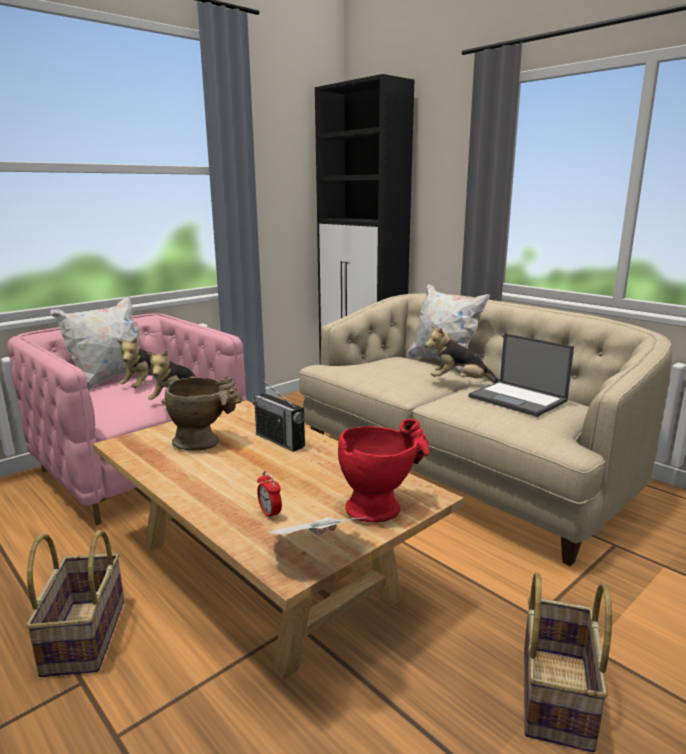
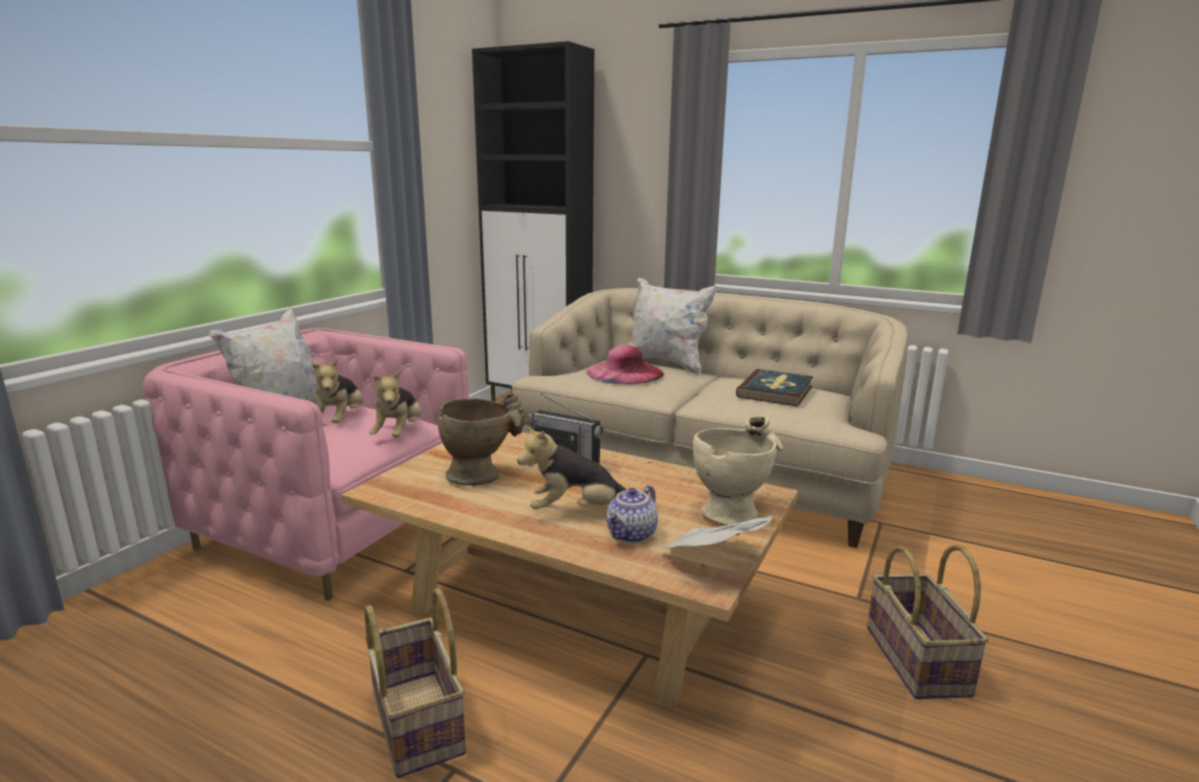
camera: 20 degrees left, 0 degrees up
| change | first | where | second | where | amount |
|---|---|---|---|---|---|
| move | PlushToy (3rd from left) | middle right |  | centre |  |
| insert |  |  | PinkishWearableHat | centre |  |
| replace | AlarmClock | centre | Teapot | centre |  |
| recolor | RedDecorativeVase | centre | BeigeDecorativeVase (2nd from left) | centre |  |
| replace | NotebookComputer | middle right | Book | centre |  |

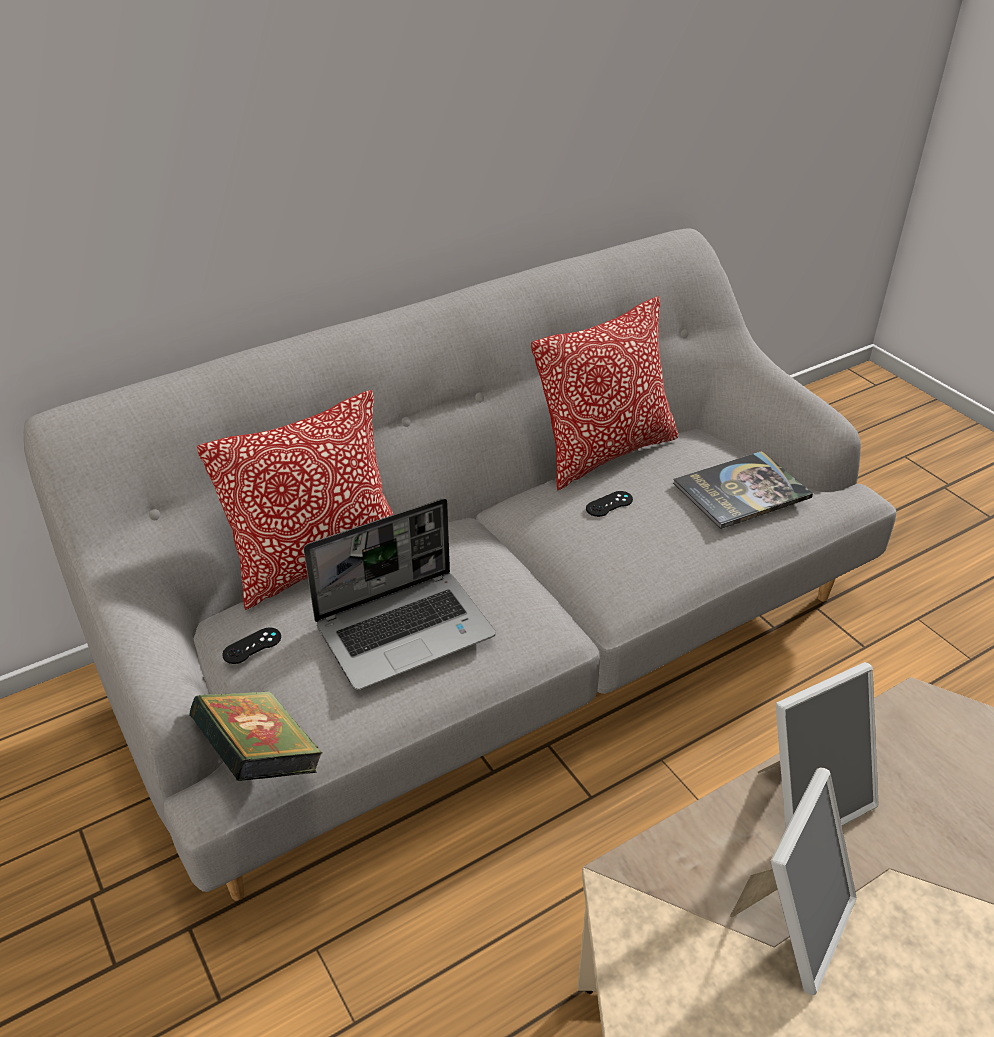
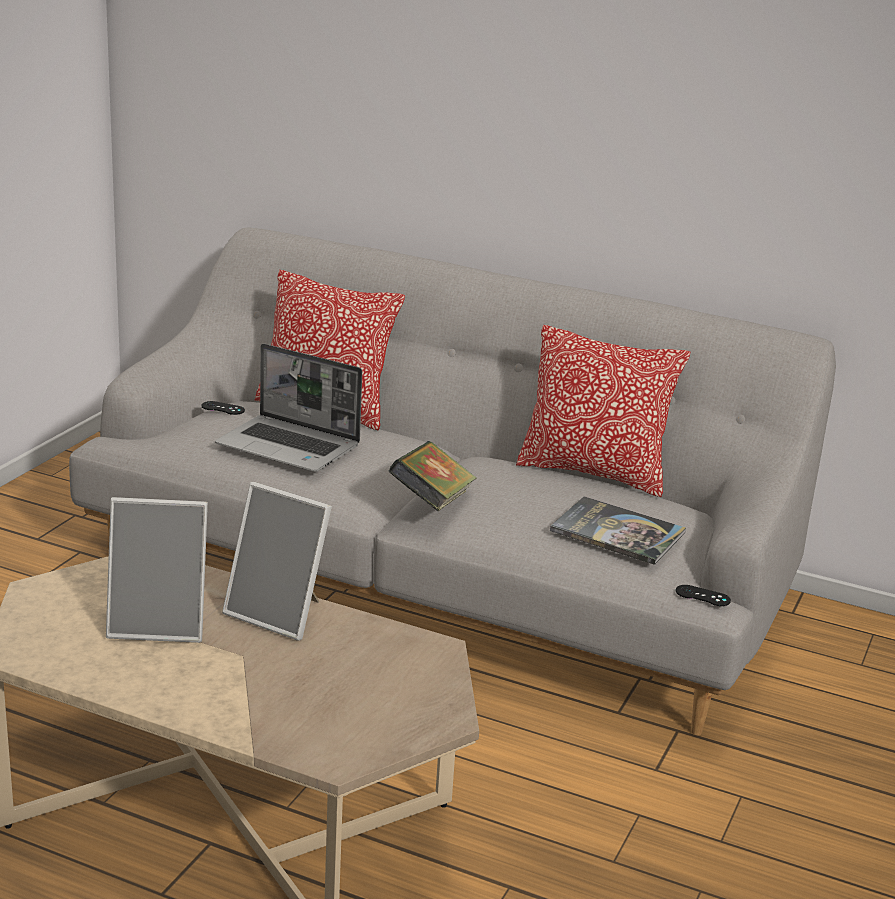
camera: 55 degrees right, 15 degrees down
| change | first | where | second | where | amount |
|---|---|---|---|---|---|
| move | Book (1st from left) | bottom left |  | centre |  |
| move | BlackColouredJoypad (2nd from left) | centre |  | middle right |  |

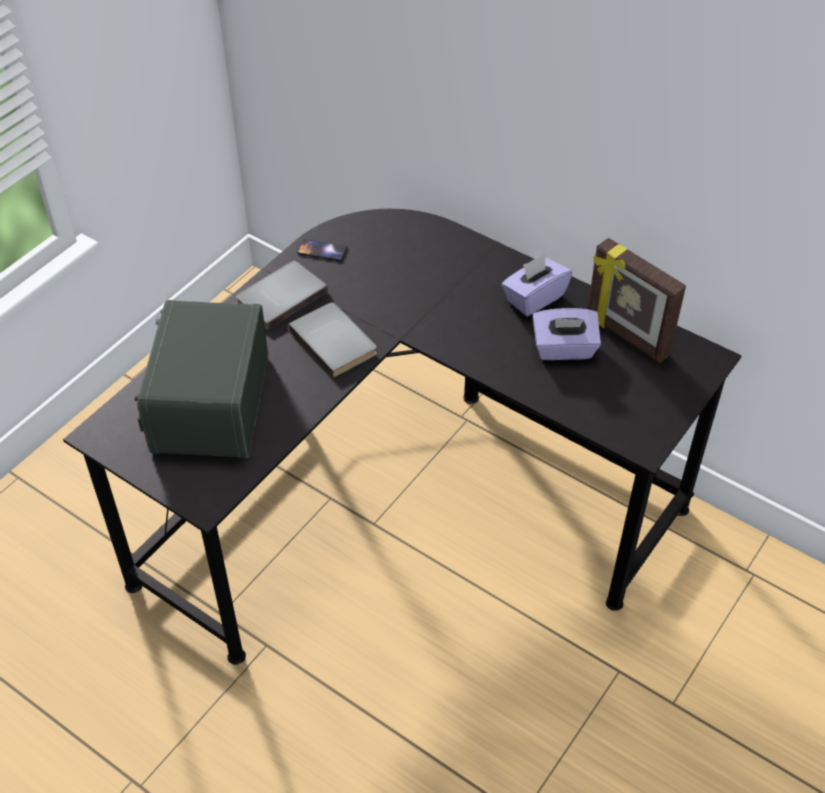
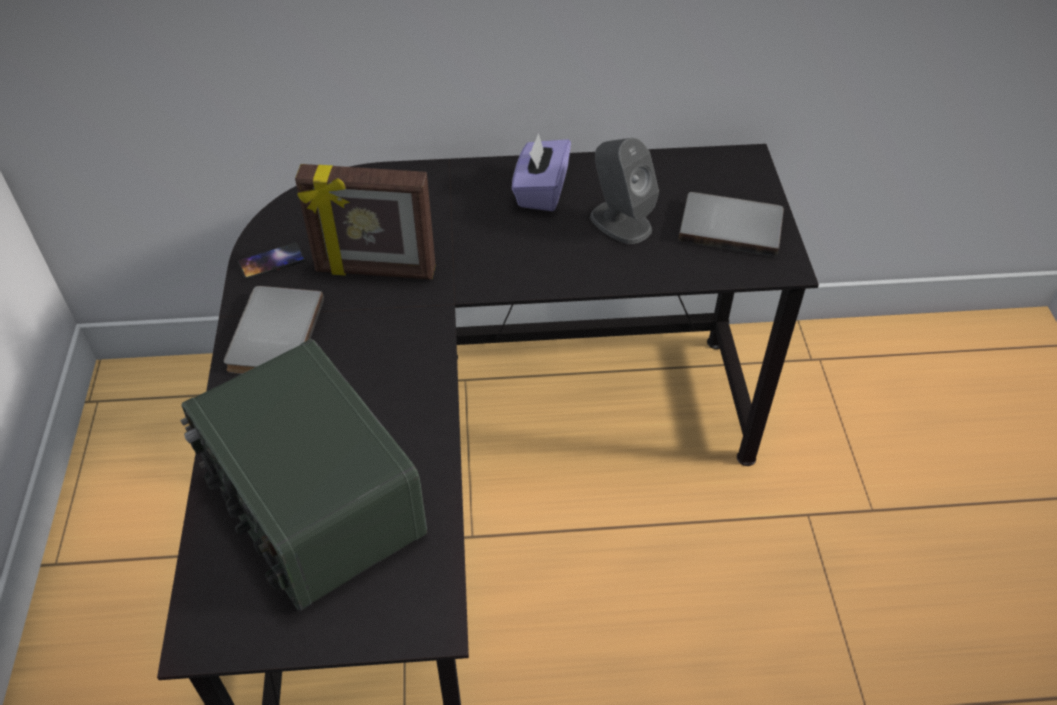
camera: 40 degrees left, 0 degrees up
| change | first | where | second | where | amount |
|---|---|---|---|---|---|
| move | PhotoFrame | middle right |  | top centre |  |
| replace | PurplishBoxOfTissues (2nd from left) | middle right | GreyishLoudspeaker | top centre |  |
| move | GreyishBook (2nd from left) | centre |  | top right |  |

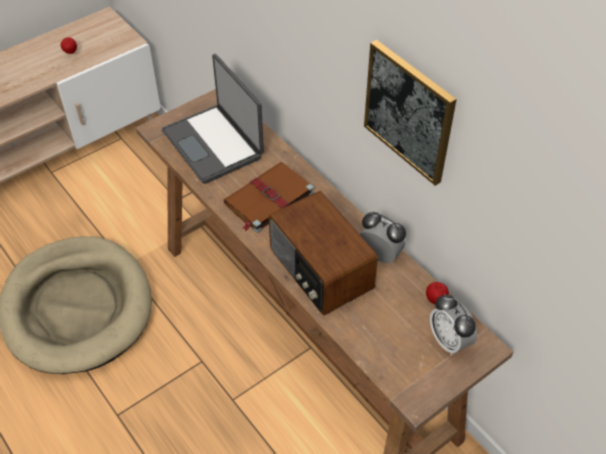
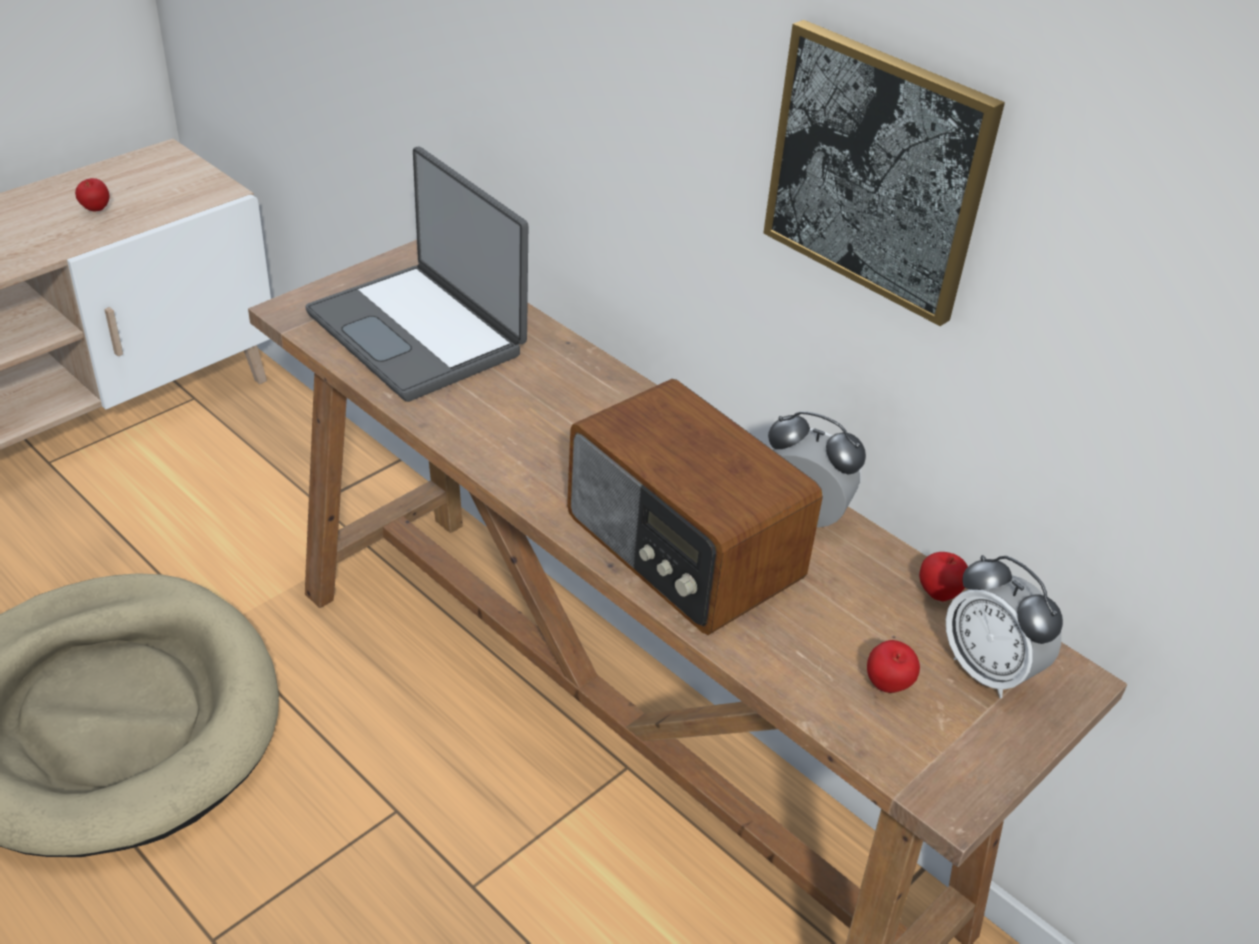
camera: 10 degrees left, 10 degrees down
| change | first | where | second | where | amount |
|---|---|---|---|---|---|
| insert |  |  | WholeApple (2nd from left) | bottom right |  |
| delete | BrownColouredBook | centre |  |  |  |

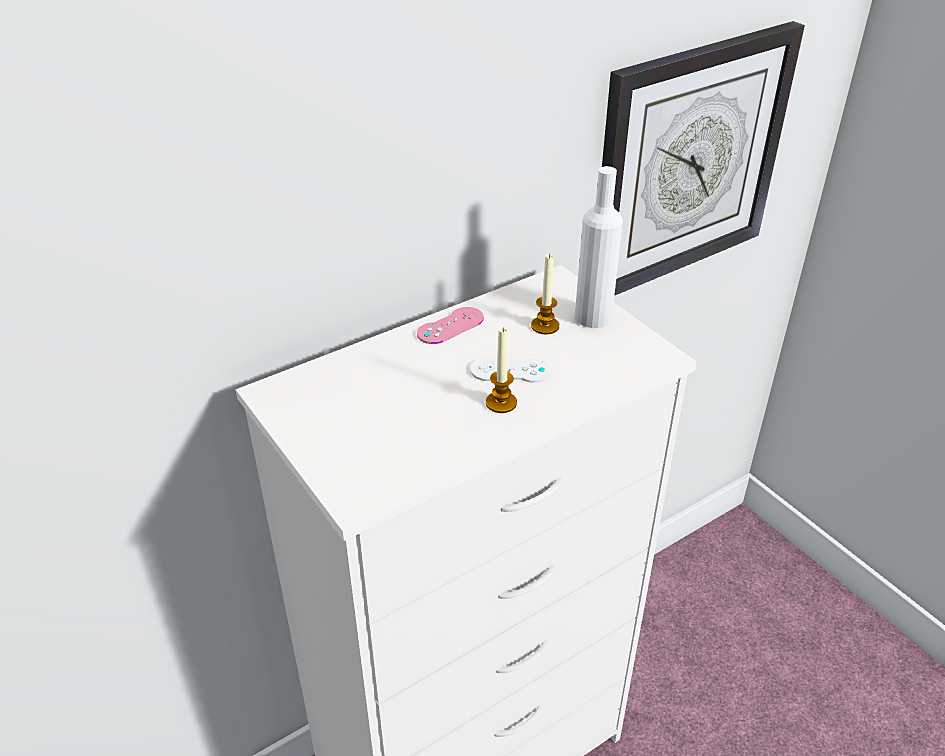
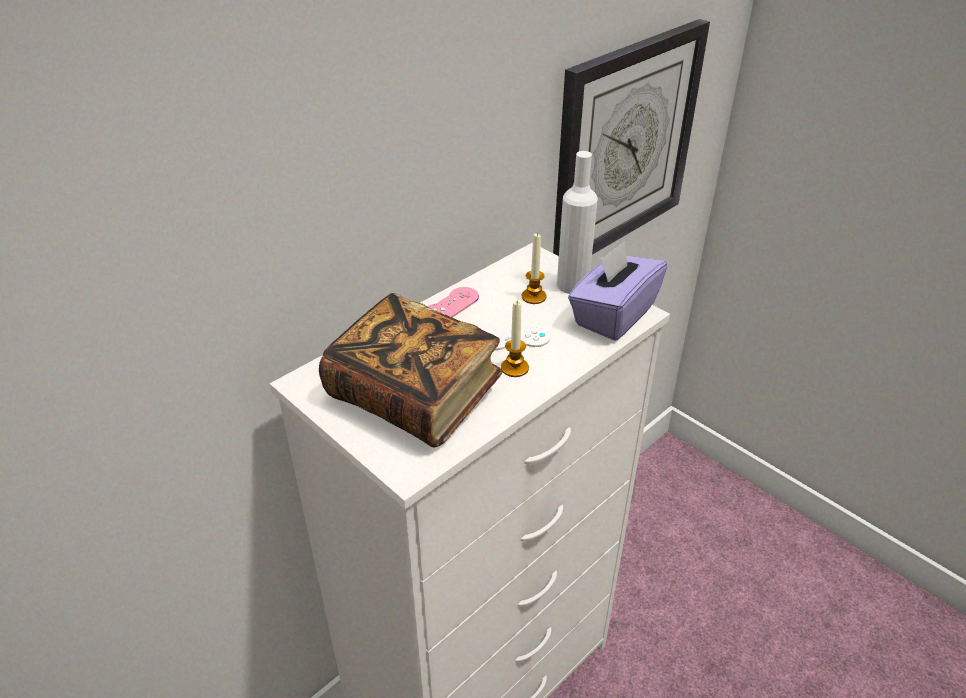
camera: 10 degrees left, 0 degrees up
| change | first | where | second | where | amount |
|---|---|---|---|---|---|
| insert |  |  | Book | centre |  |
| insert |  |  | PurplishBoxOfTissues | centre |  |

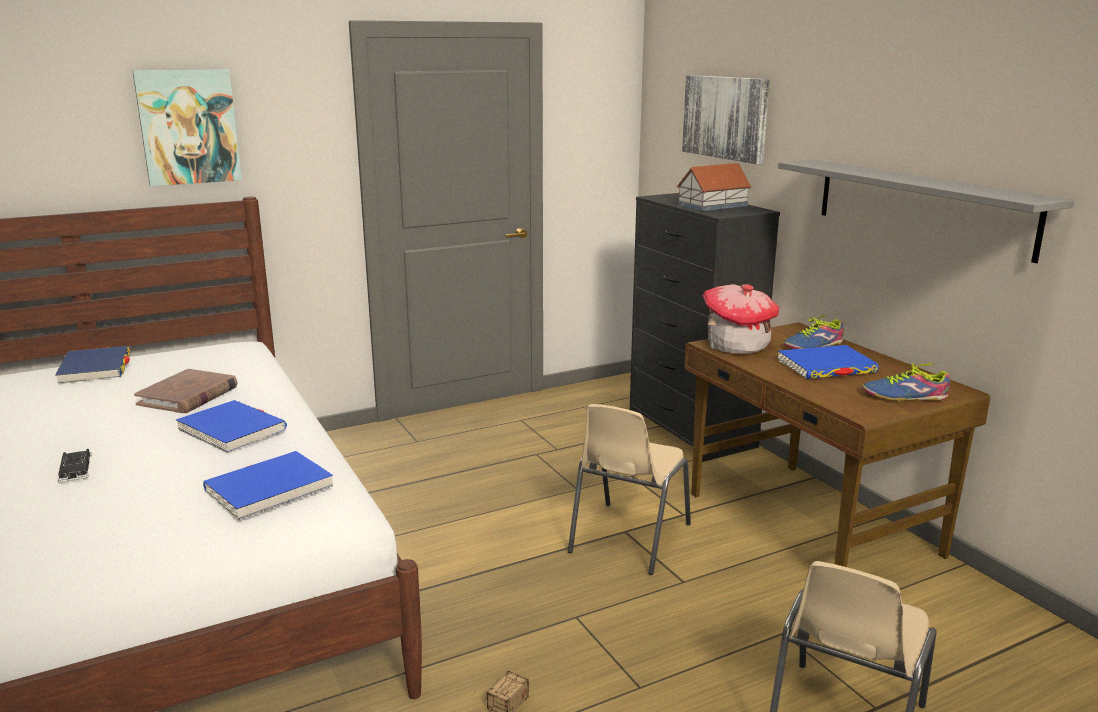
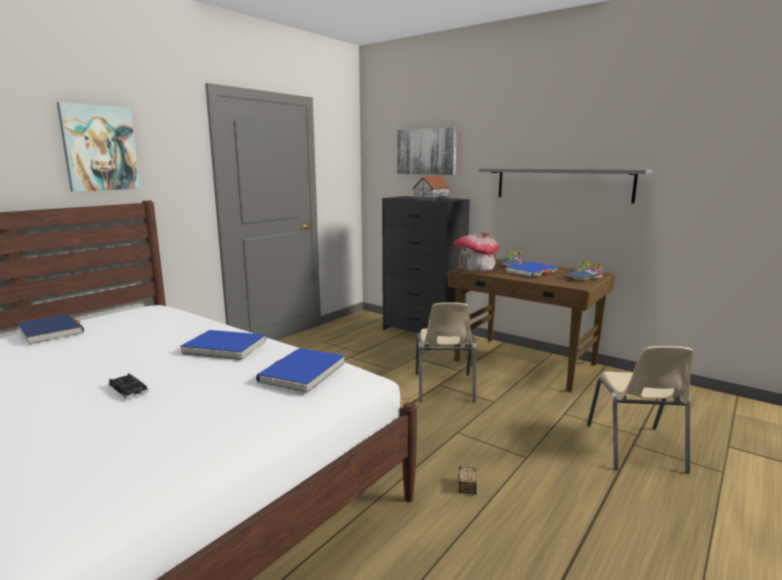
camera: 25 degrees left, 5 degrees down
| change | first | where | second | where | amount |
|---|---|---|---|---|---|
| delete | BrownColouredBook | middle left |  |  |  |

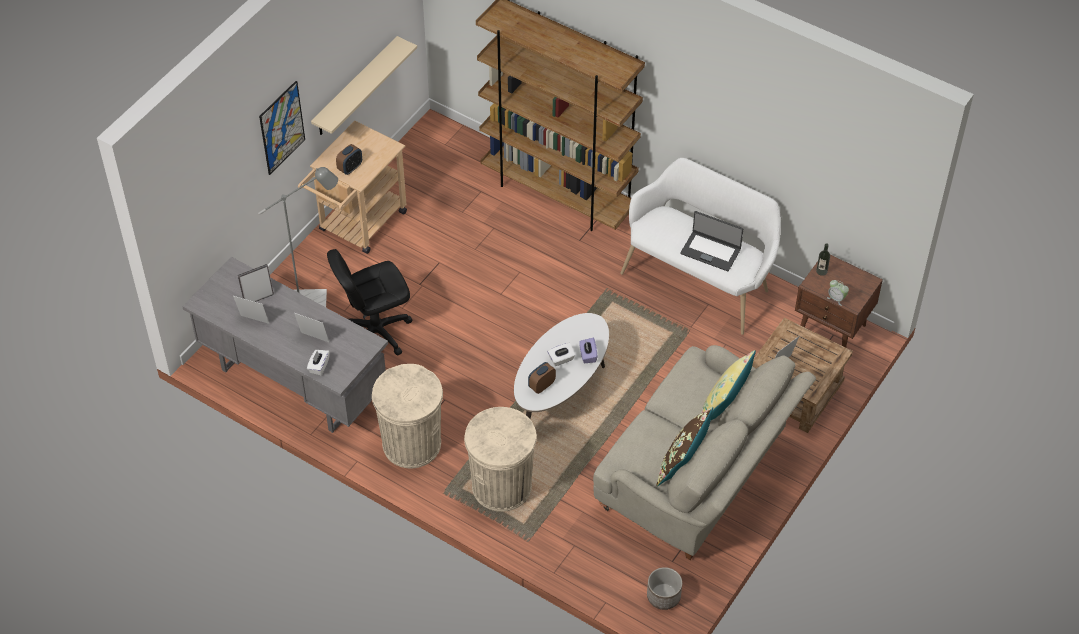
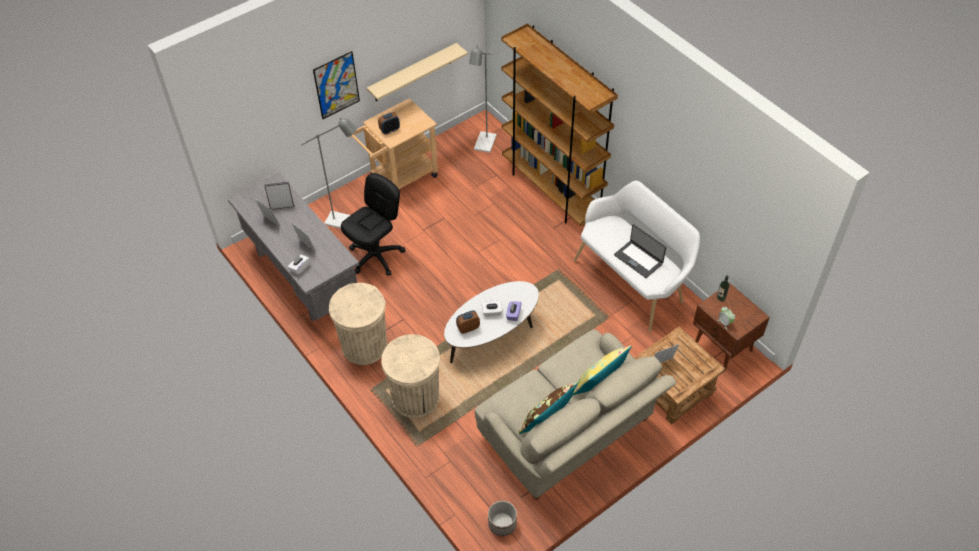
camera: 20 degrees right, 0 degrees up
| change | first | where | second | where | amount |
|---|---|---|---|---|---|
| rotate | BlackColouredDeskChair | centre |  | centre | 135 degrees clockwise |
| insert |  |  | GreyishStandardLamp (2nd from left) | top centre |  |

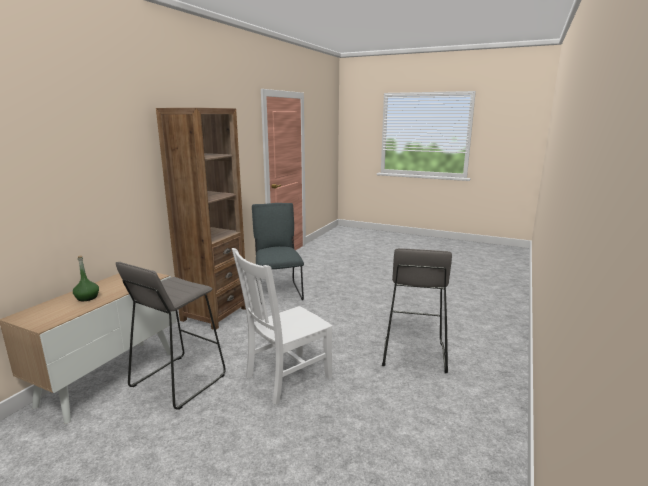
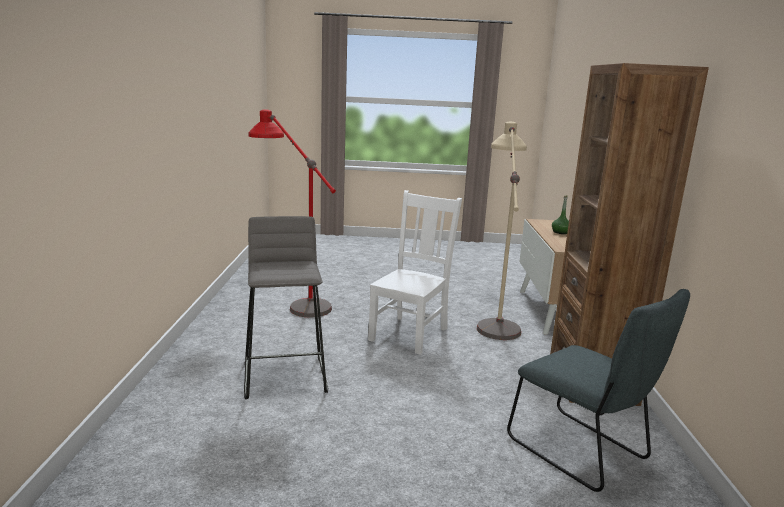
camera: 155 degrees right, 0 degrees up
| change | first | where | second | where | amount |
|---|---|---|---|---|---|
| insert |  |  | RedStandardLamp | centre |  |
| replace | GreyishStoolSeat (1st from left) | bottom left | BeigeStandardLamp | centre |  |

